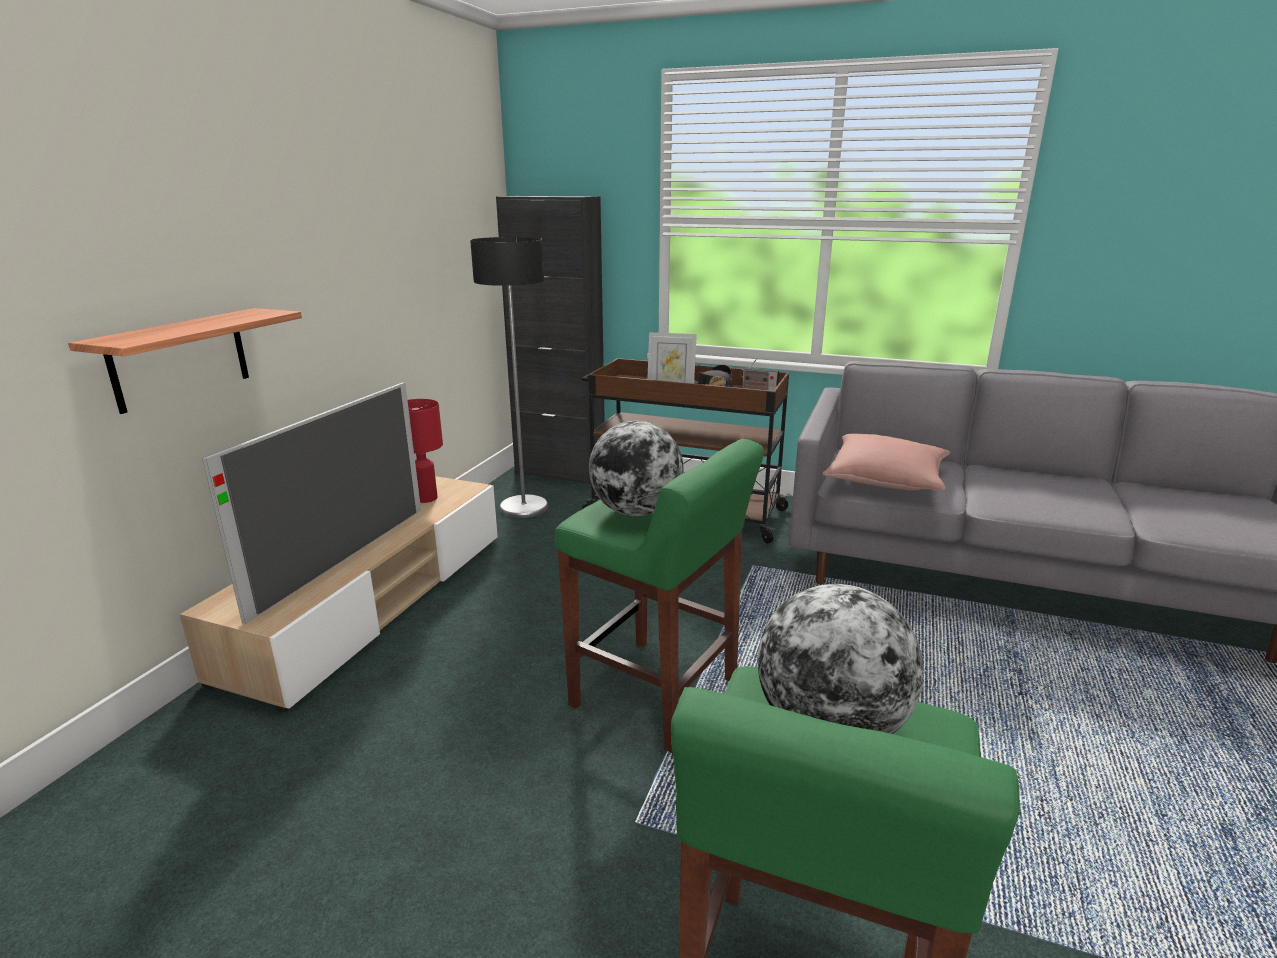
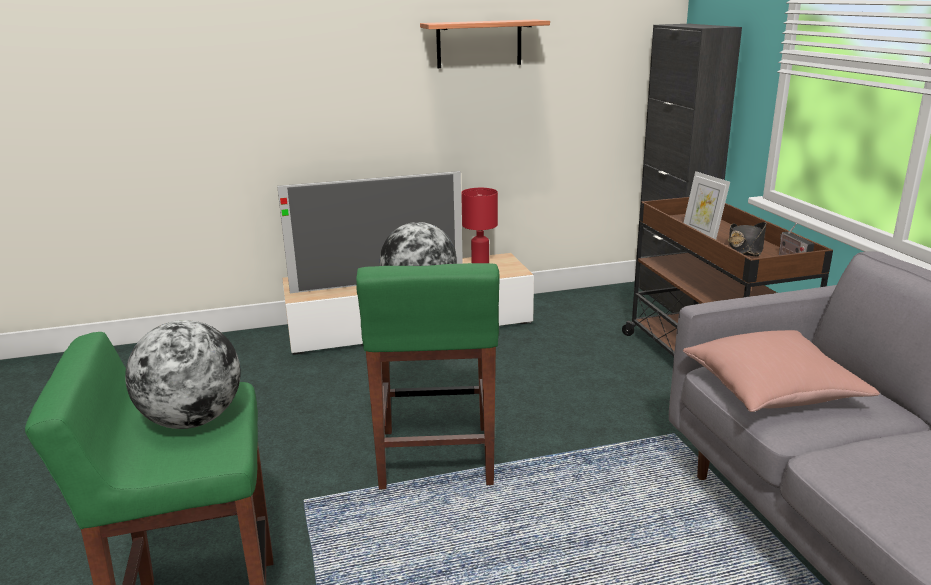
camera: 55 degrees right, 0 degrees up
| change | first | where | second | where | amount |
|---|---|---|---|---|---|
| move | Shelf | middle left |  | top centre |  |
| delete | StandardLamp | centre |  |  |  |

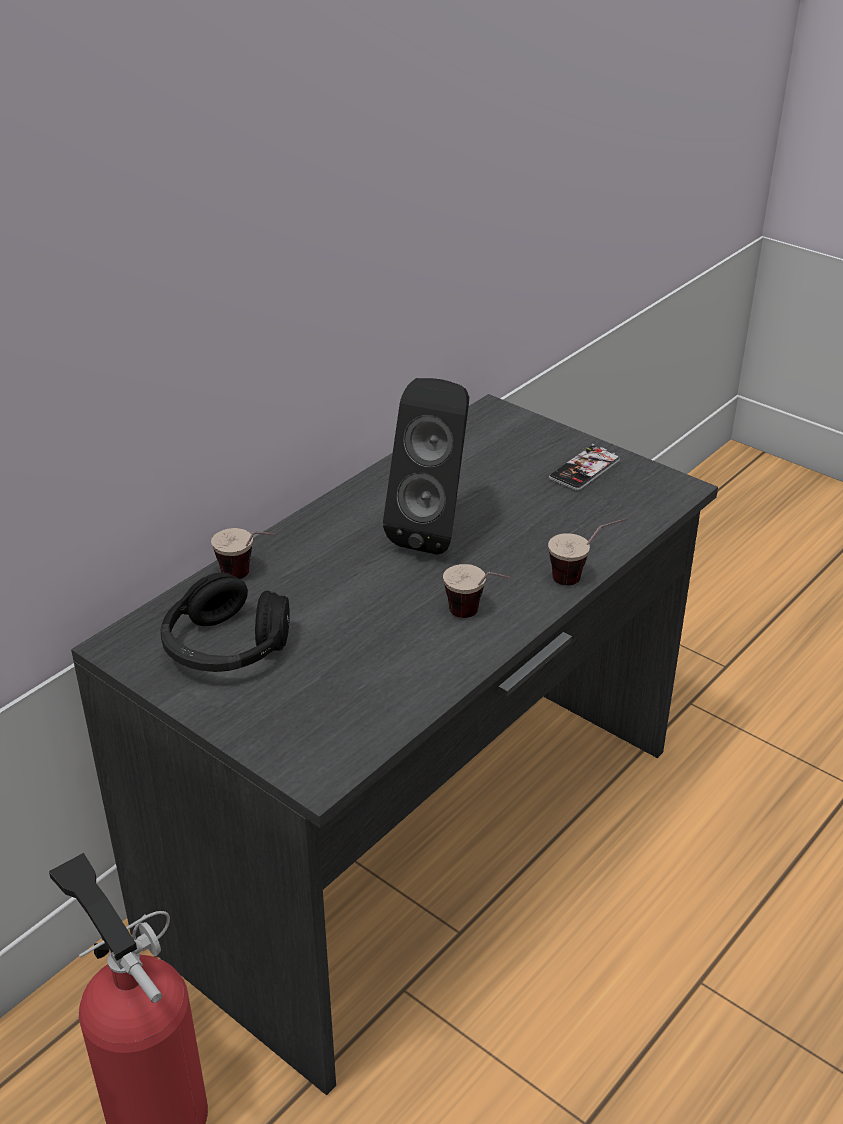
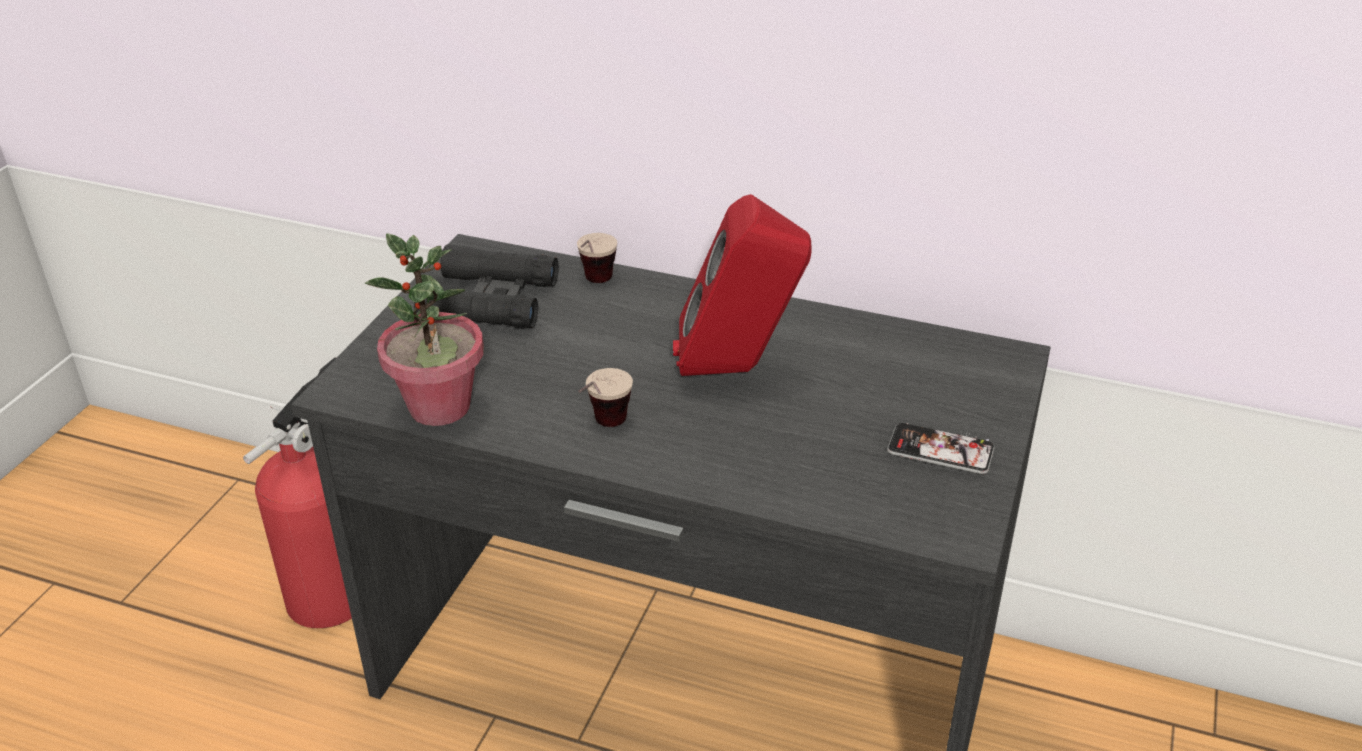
camera: 70 degrees right, 0 degrees up
| change | first | where | second | where | amount |
|---|---|---|---|---|---|
| insert |  |  | PottedPlant | middle left |  |
| replace | BlackColouredPairOfHeadphones | middle left | BlackColouredFieldGlasses | centre |  |
| recolor | BlackColouredLoudspeaker | centre | RedLoudspeaker | centre |  |
| delete | Cup (3rd from left) | middle right |  |  |  |

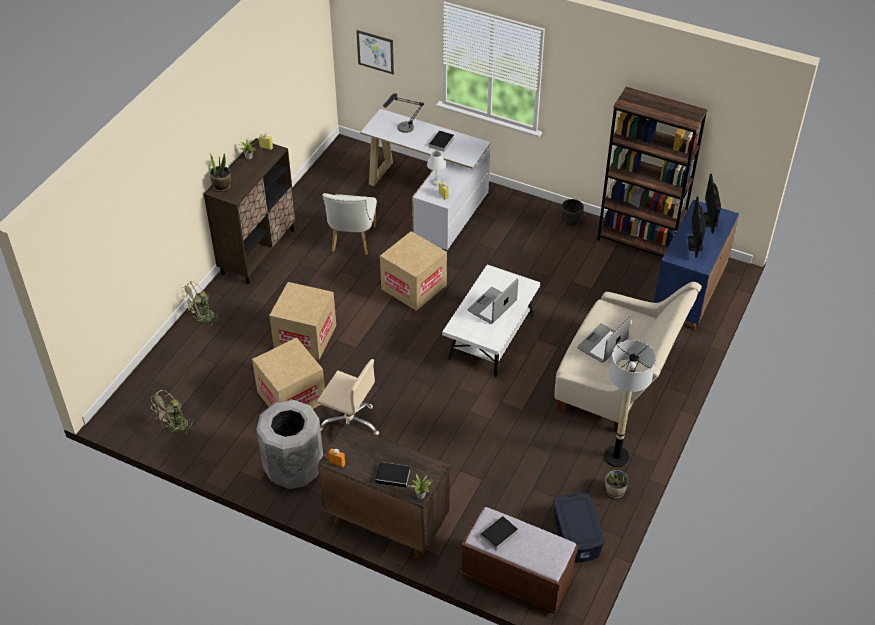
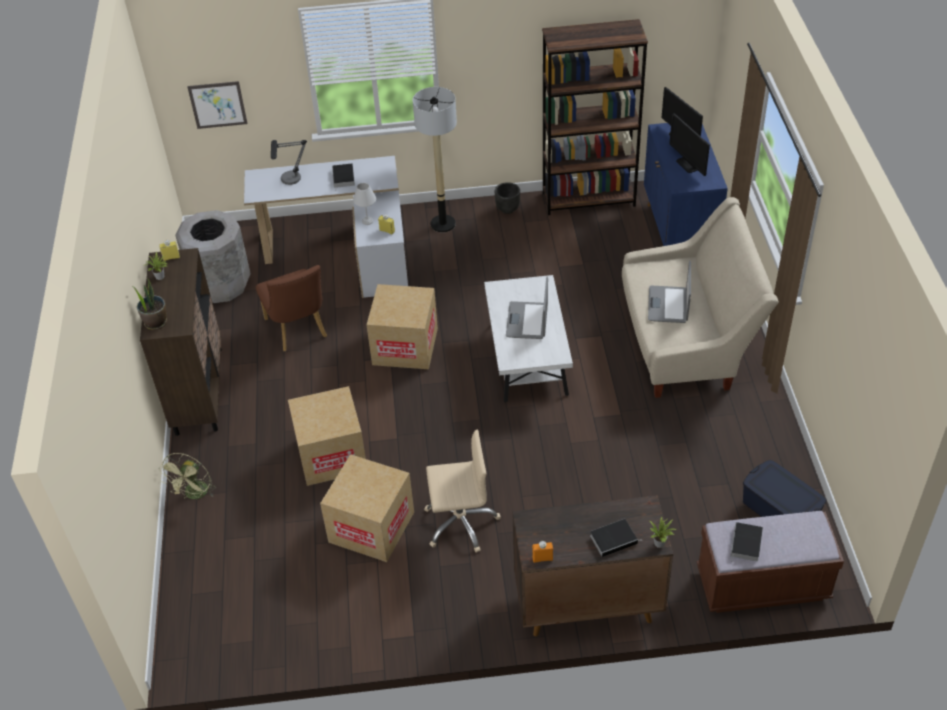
camera: 30 degrees left, 0 degrees up
| change | first | where | second | where | amount |
|---|---|---|---|---|---|
| move | GreyishWasteBin | bottom left |  | middle left |  |
| recolor | WhiteColouredPlainChair | centre | BrownColouredPlainChair | middle left |  |
| move | StandardLamp | middle right |  | top centre |  |
| delete | GreenishCoolingFan (1st from left) | middle left |  |  |  |
| delete | PottedPlant (4th from left) | bottom right |  |  |  |

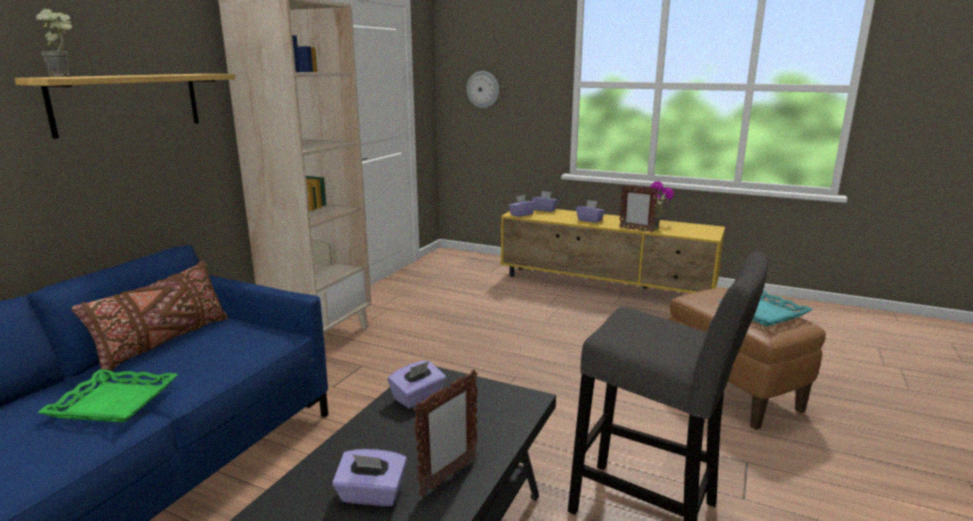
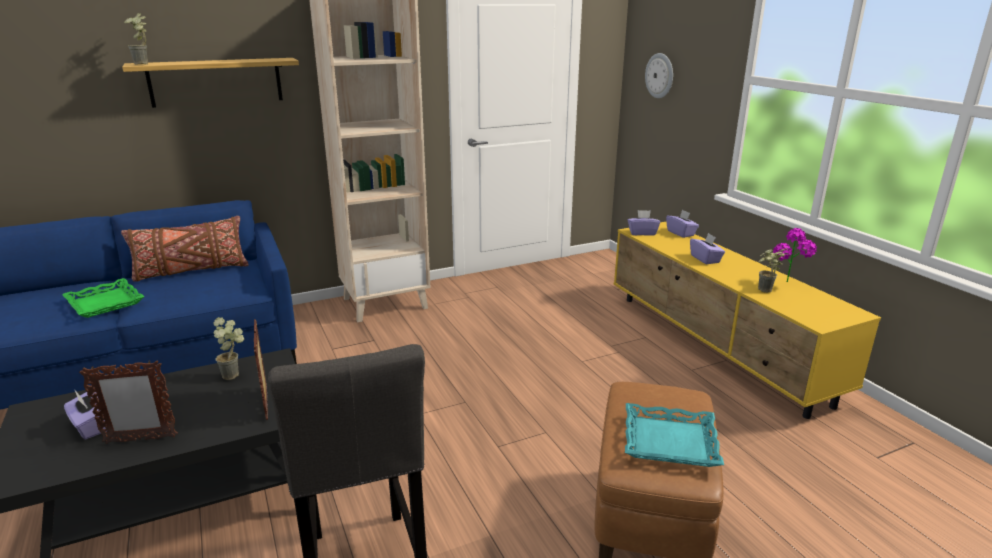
camera: 40 degrees right, 5 degrees up
| change | first | where | second | where | amount |
|---|---|---|---|---|---|
| replace | PurplishBoxOfTissues (2nd from left) | bottom centre | PottedPlant (2nd from left) | middle left |  |
| move | PhotoFrame (2nd from left) | centre |  | middle left |  |

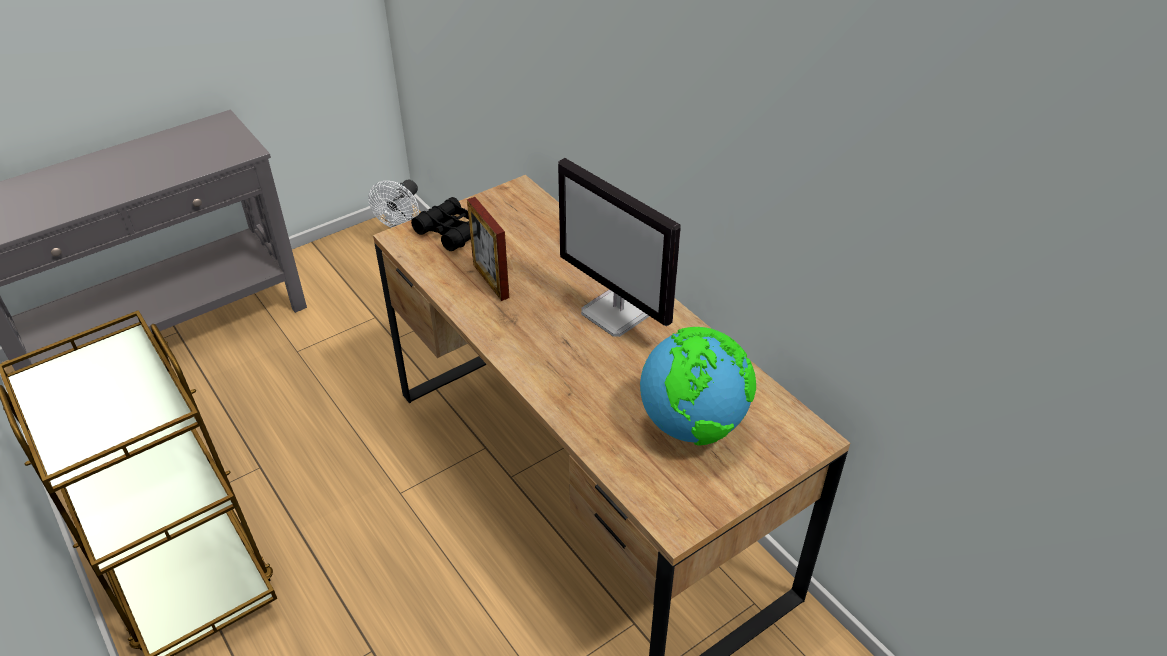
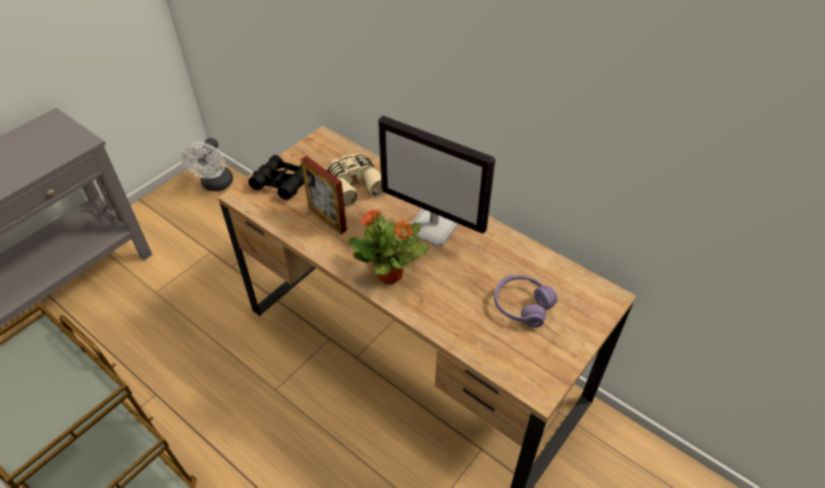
camera: 15 degrees left, 5 degrees up
| change | first | where | second | where | amount |
|---|---|---|---|---|---|
| insert |  |  | BeigeFieldGlasses | centre |  |
| insert |  |  | PottedPlant | centre |  |
| replace | Globe | centre | PurplishPairOfHeadphones | centre |  |

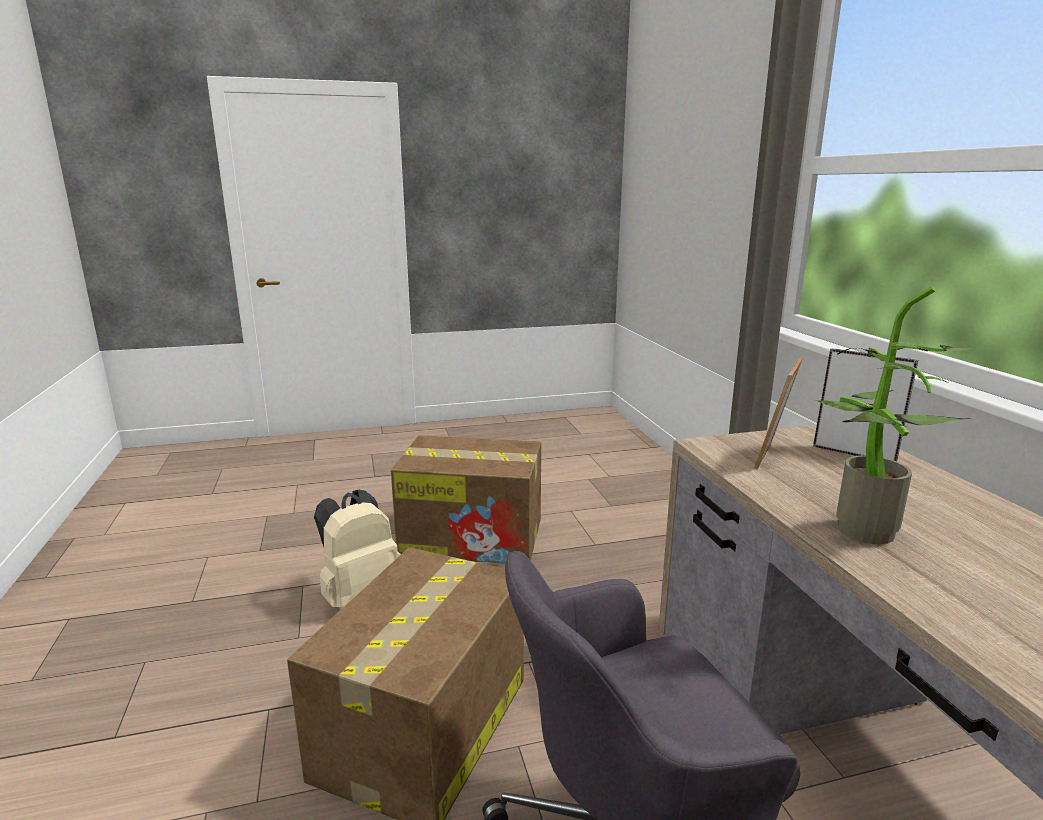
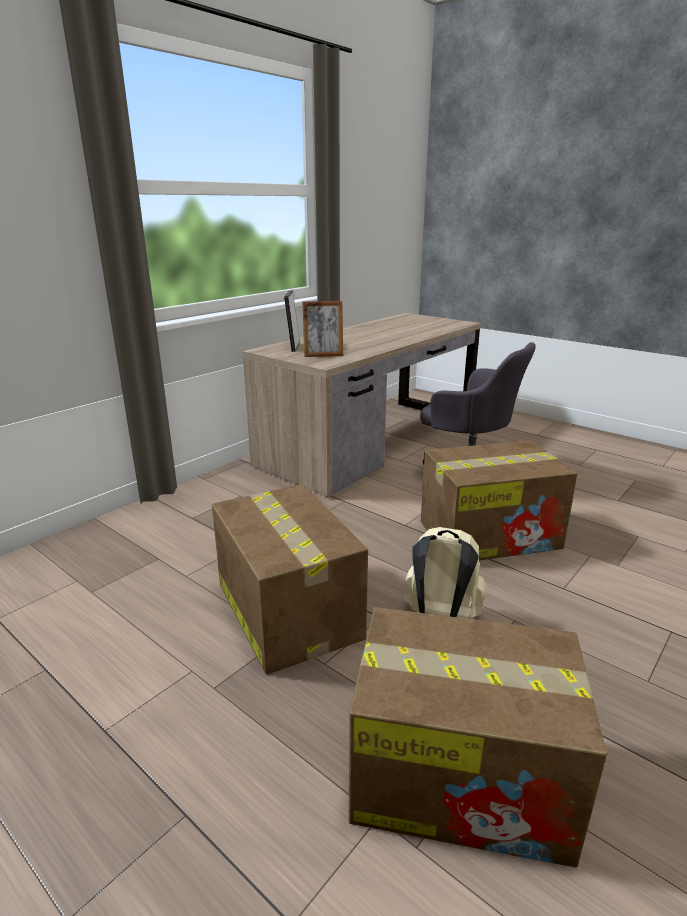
camera: 125 degrees left, 5 degrees up
| change | first | where | second | where | amount |
|---|---|---|---|---|---|
| insert |  |  | Carton (2nd from left) | bottom right |  |
| delete | PottedPlant | middle right |  |  |  |

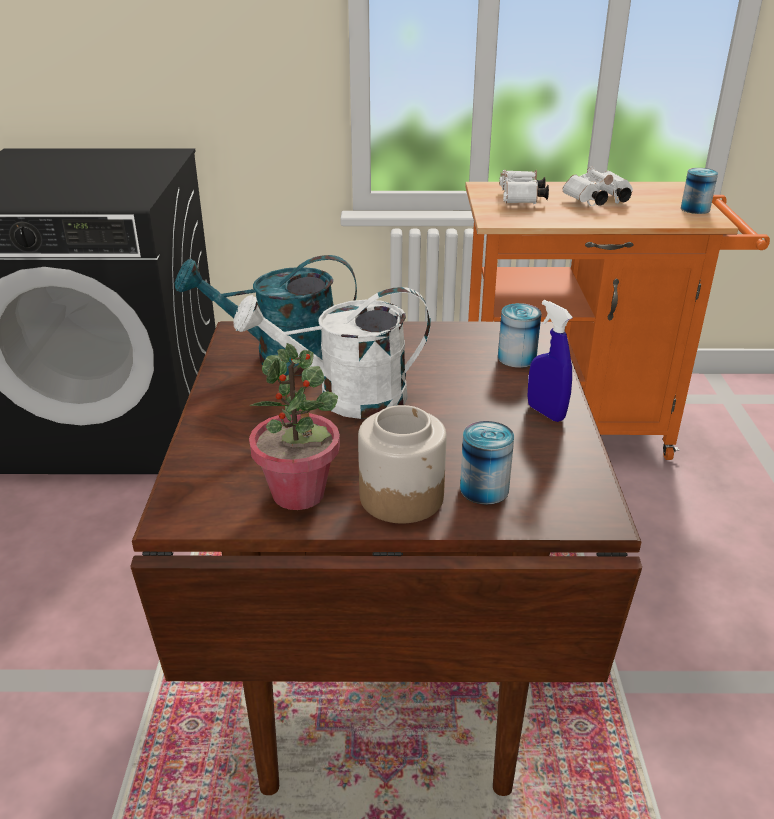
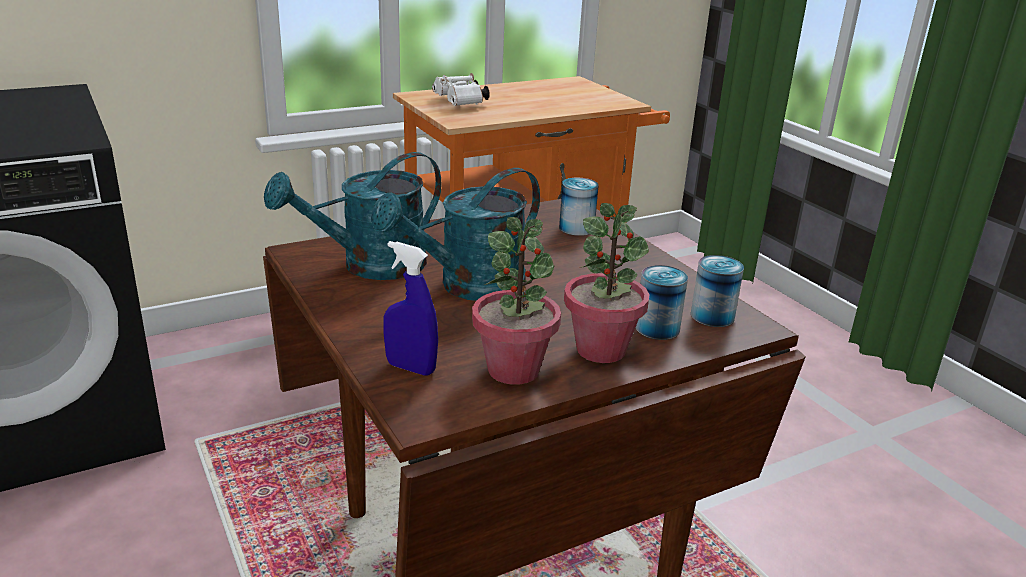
camera: 30 degrees left, 5 degrees down
| change | first | where | second | where | amount |
|---|---|---|---|---|---|
| recolor | WhiteColouredWateringPot | centre | TurquoiseWateringPot (2nd from left) | centre |  |
| move | BlueHandSprayer | middle right |  | centre |  |
| replace | StorageJar | centre | PottedPlant (2nd from left) | centre |  |
| move | SealedCan (3rd from left) | top right |  | middle right |  |
| delete | WhiteColouredFieldGlasses (2nd from left) | top right |  |  |  |

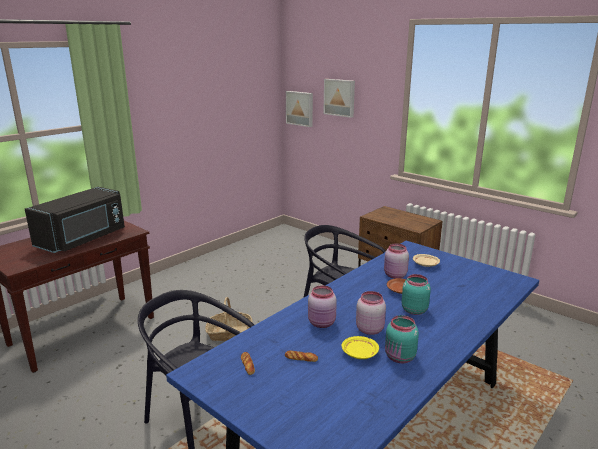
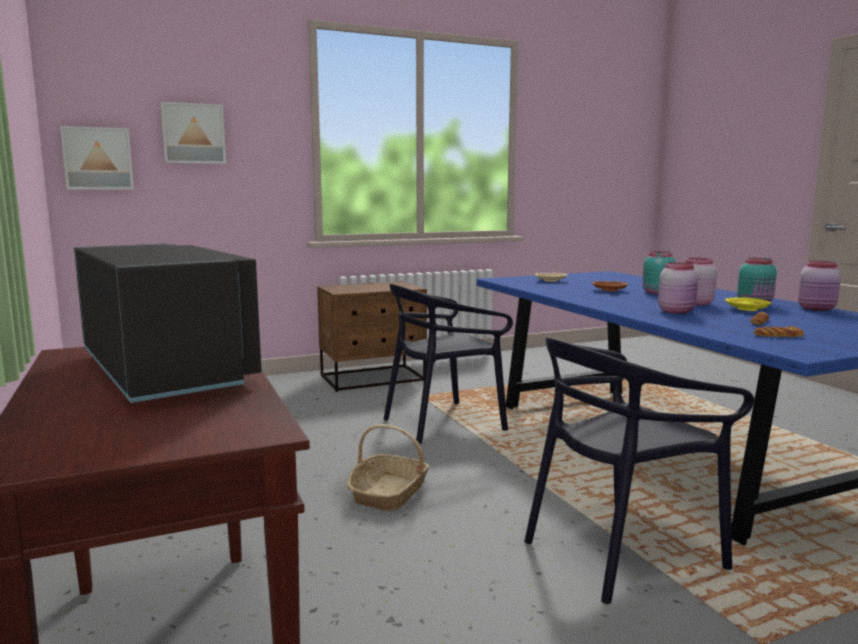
camera: 65 degrees left, 10 degrees down
| change | first | where | second | where | amount |
|---|---|---|---|---|---|
| move | PinkishStorageJar (3rd from left) | centre |  | middle right |  |

